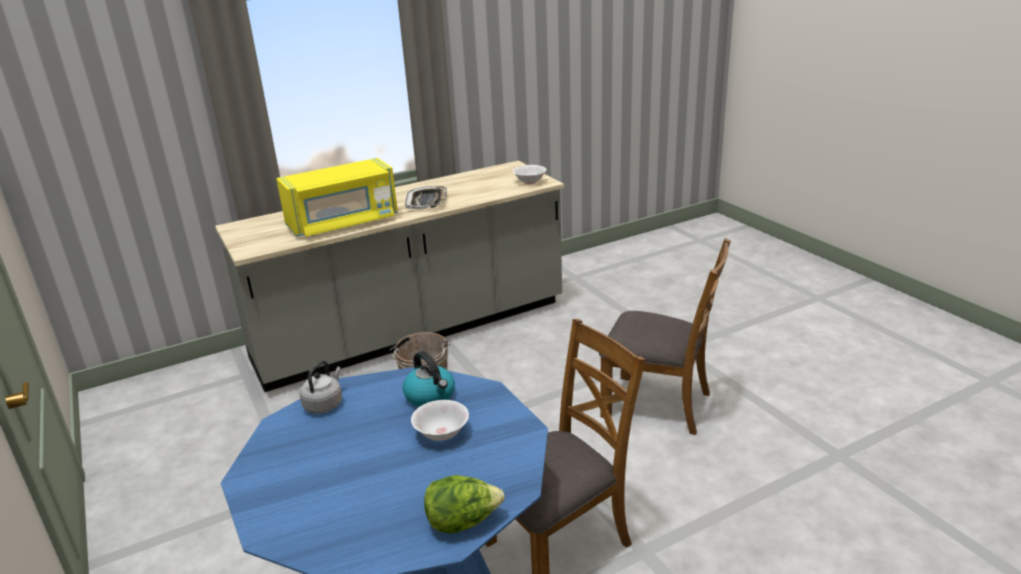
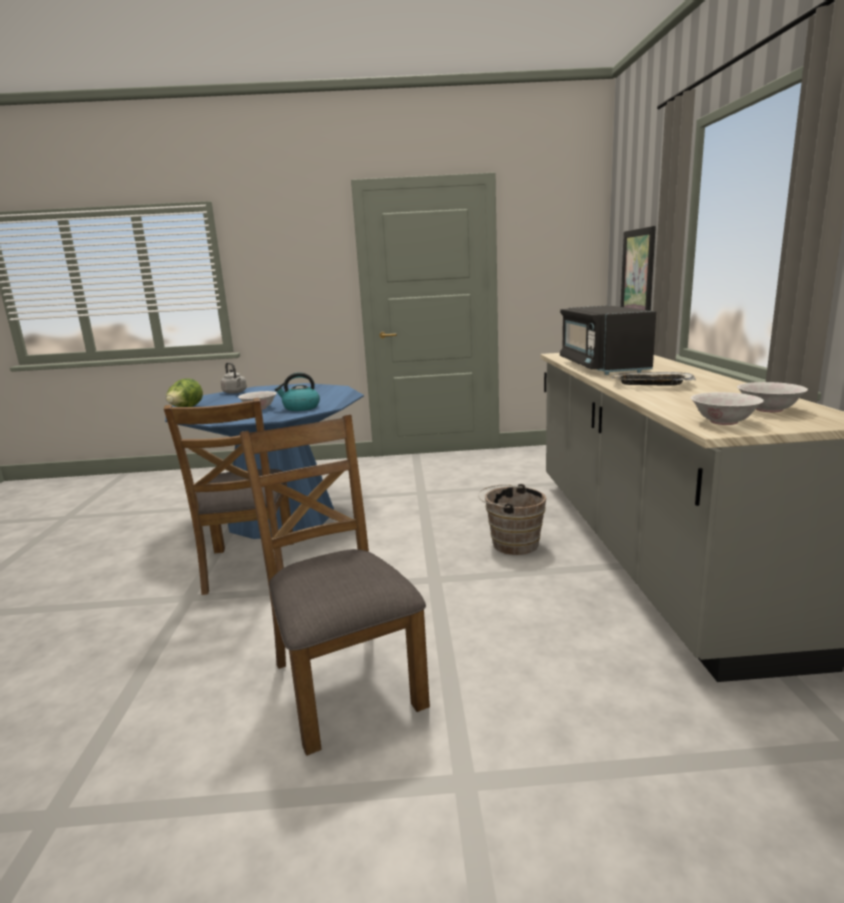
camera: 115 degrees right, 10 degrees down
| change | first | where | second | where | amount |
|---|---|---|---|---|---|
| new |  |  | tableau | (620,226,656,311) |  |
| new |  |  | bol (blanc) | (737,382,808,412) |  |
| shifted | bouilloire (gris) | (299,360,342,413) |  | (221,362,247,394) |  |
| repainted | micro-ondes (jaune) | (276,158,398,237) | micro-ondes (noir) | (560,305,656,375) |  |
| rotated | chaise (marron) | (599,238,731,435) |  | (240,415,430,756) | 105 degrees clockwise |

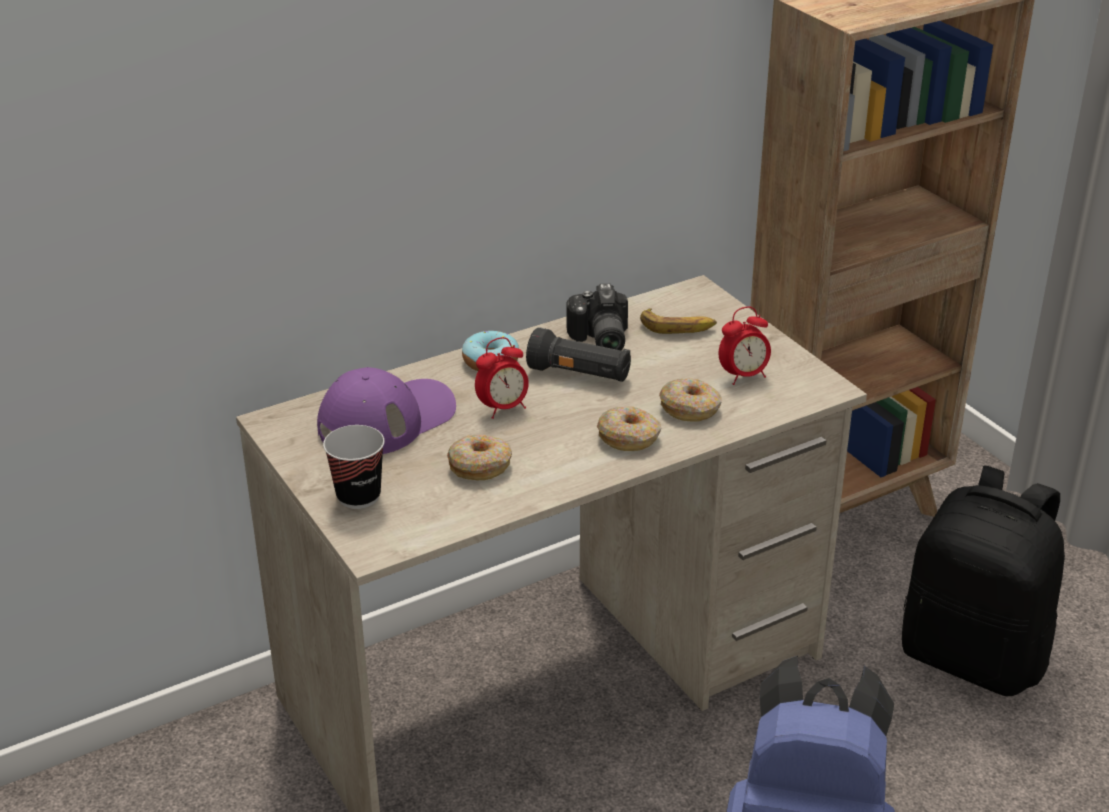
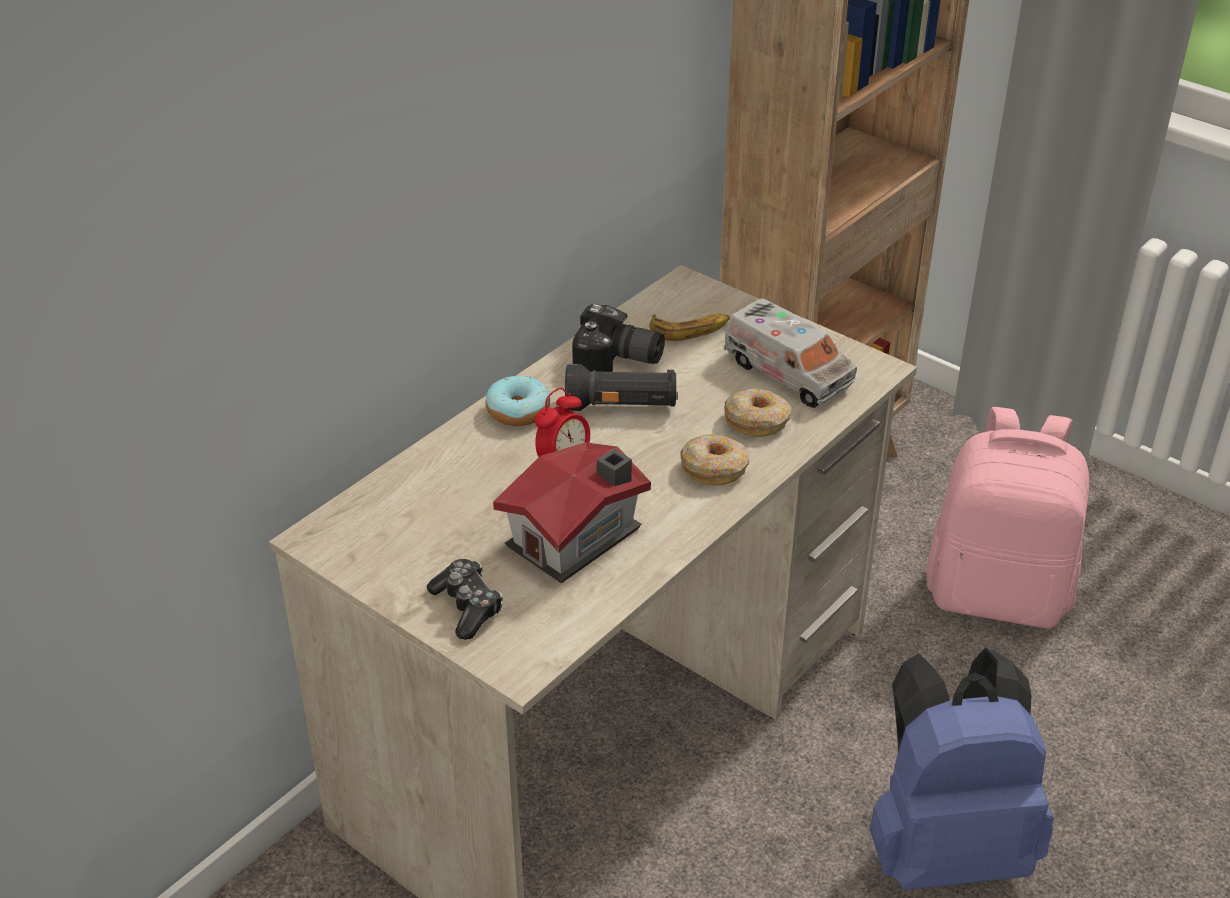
camera: 20 degrees left, 5 degrees up
| change | first | where | second | where | amount |
|---|---|---|---|---|---|
| gone | casquette (violet) | (317,367,456,454) |  |  |  |
| swapped | tasse | (323,425,385,509) | manette | (427,559,503,640) |  |
| swapped | beignet | (447,435,512,480) | maison miniature | (493,442,651,583) |  |
| swapped | réveil | (719,307,771,385) | camion jouet | (723,298,857,408) |  |
| repainted | sac à dos (noir) | (902,465,1065,696) | sac à dos (rose) | (926,407,1089,628) |  |
| rotated | appareil photo | (566,284,628,350) |  | (572,304,665,372) | 45 degrees counterclockwise |

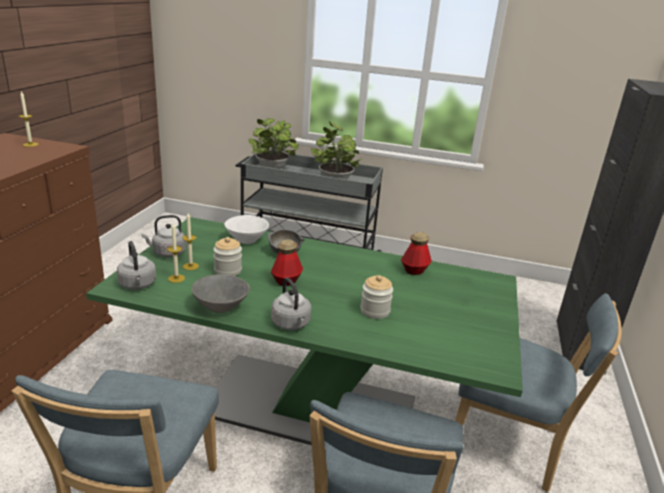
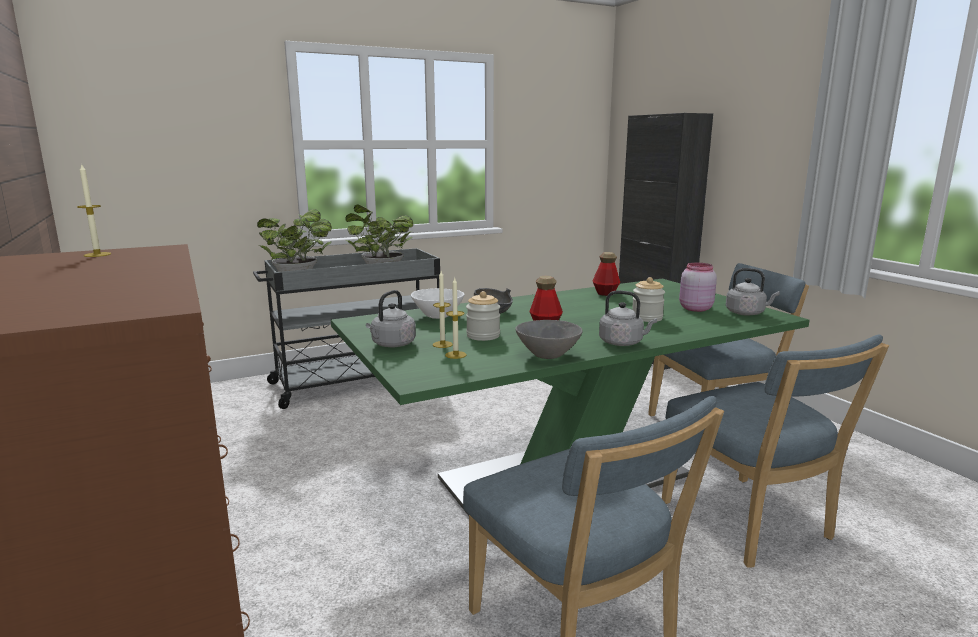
camera: 40 degrees left, 10 degrees down
| change | first | where | second | where | amount |
|---|---|---|---|---|---|
| new |  |  | bocal (rose) | (679,263,717,312) |  |
| shifted | bouilloire (gris) | (117,241,156,290) |  | (726,268,780,316) |  |

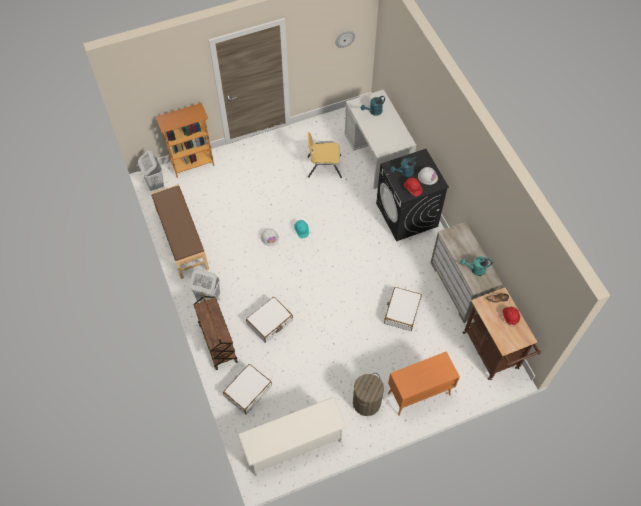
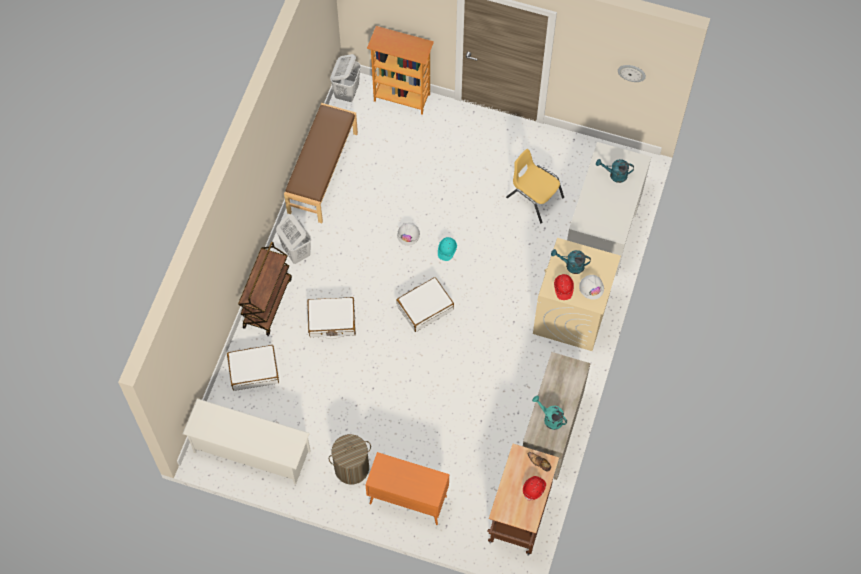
camera: 40 degrees right, 5 degrees up
| change | first | where | second | where | amount |
|---|---|---|---|---|---|
| shifted | valise (blanc) | (384,287,422,331) |  | (396,277,454,332) |  |
| repainted | lave-linge (noir) | (376,149,449,241) | lave-linge (beige) | (533,238,621,351) |  |

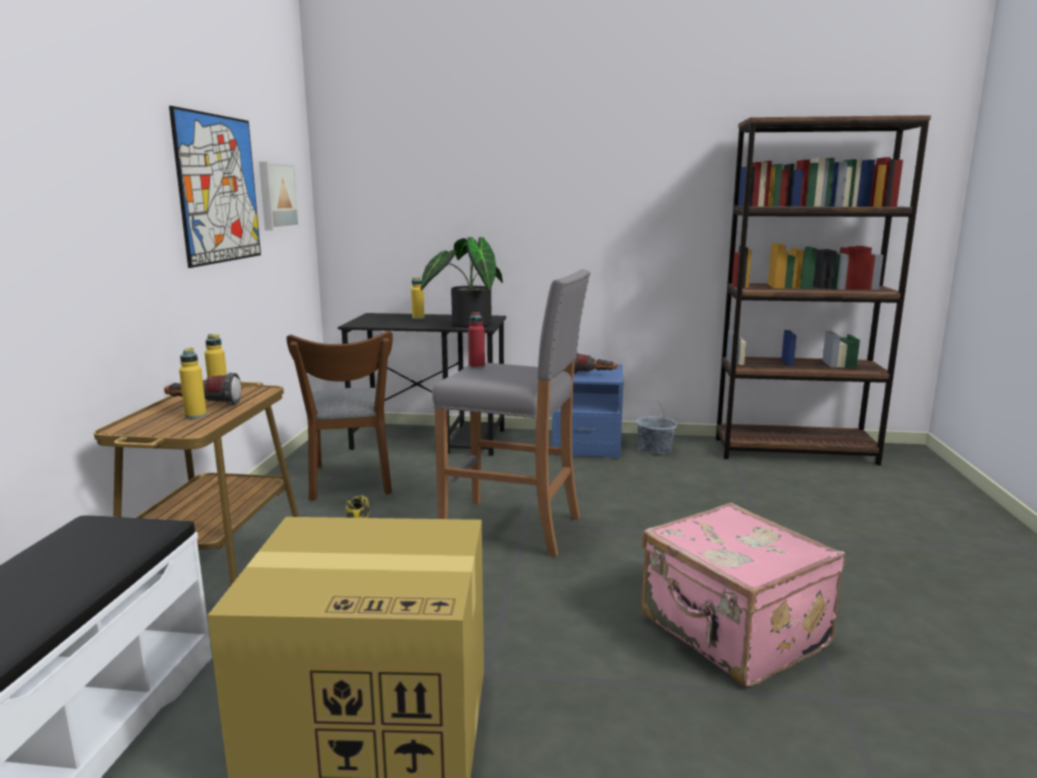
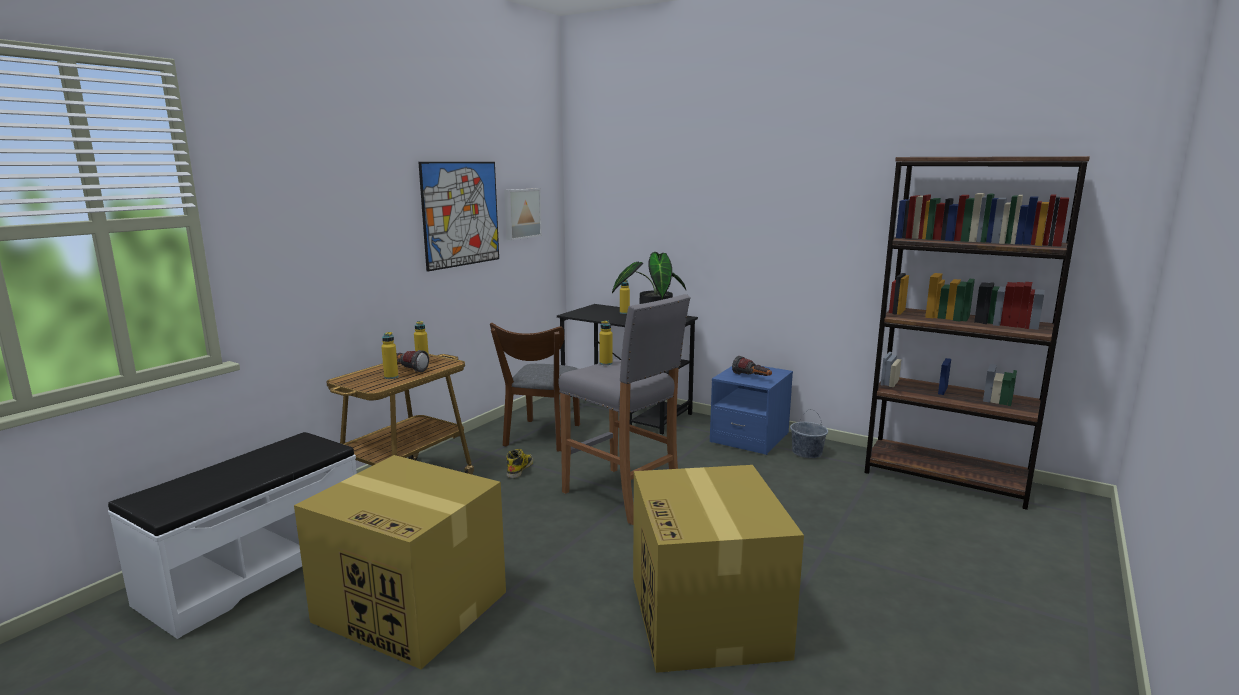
camera: 25 degrees right, 0 degrees up
| change | first | where | second | where | amount |
|---|---|---|---|---|---|
| swapped | valise (rose) | (642,503,845,687) | carton | (633,465,804,673) |  |
| repainted | bouteille (rouge) | (468,312,485,369) | bouteille (jaune) | (599,320,613,365) |  |

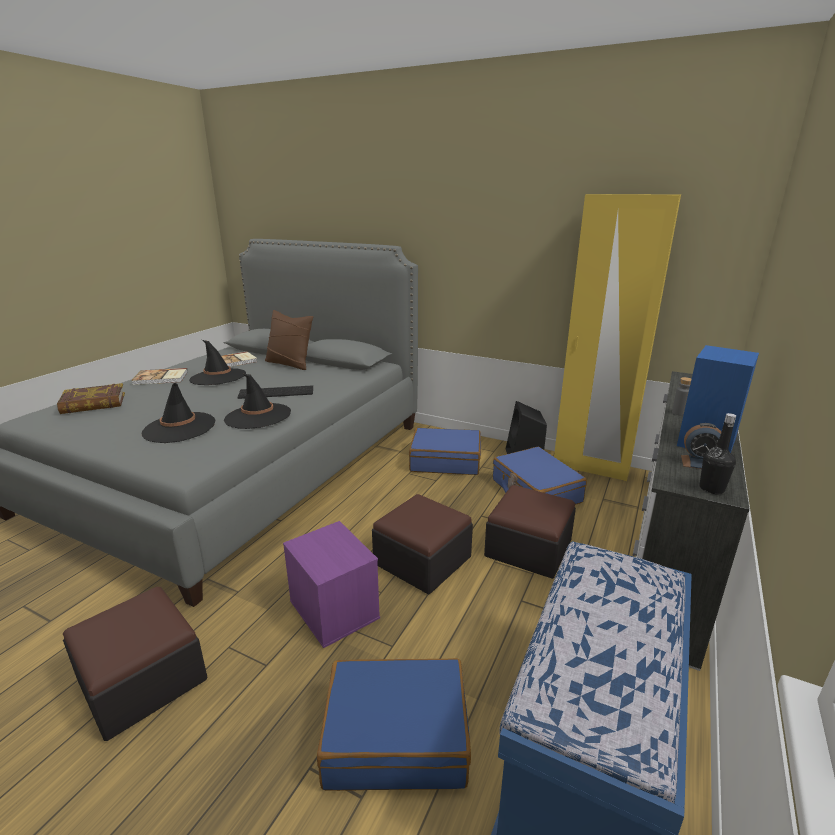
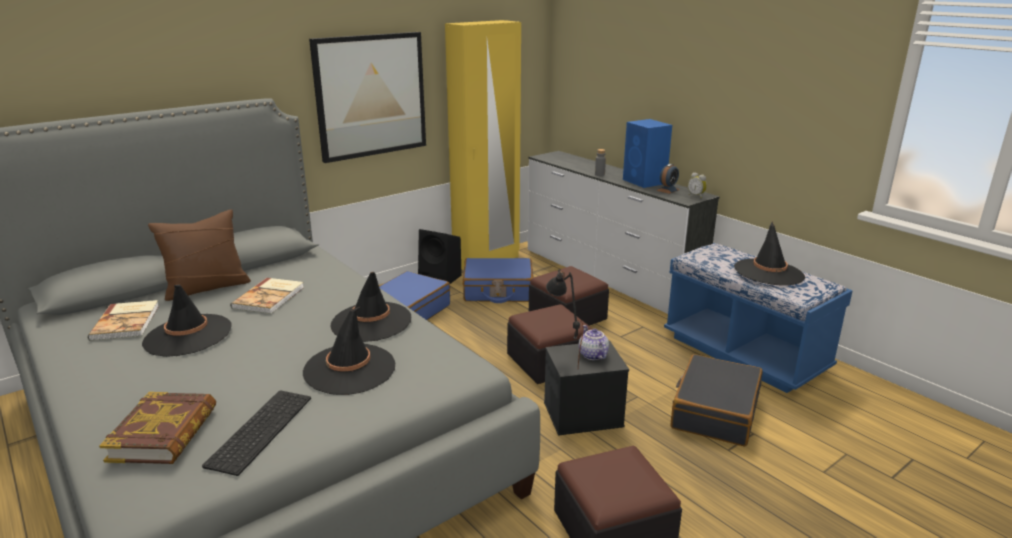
camera: 65 degrees left, 0 degrees up
| change | first | where | second | where | amount |
|---|---|---|---|---|---|
| new |  |  | tableau | (309,32,426,163) |  |
| new |  |  | lampe de table (noir) | (546,269,584,367) |  |
| new |  |  | théière | (579,325,609,360) |  |
| new |  |  | chapeau (noir) | (734,221,805,286) |  |
| shifted | livre | (131,368,188,385) |  | (231,278,304,314) |  |
| shifted | clavier | (237,385,313,399) |  | (202,390,311,476) |  |
| swapped | bouteille (noir) | (699,413,736,494) | réveil | (688,172,707,198) |  |
| repainted | boîte de rangement (violet) | (283,521,380,648) | boîte de rangement (noir) | (544,341,629,436) |  |
| repainted | valise (bleu) | (317,658,471,791) | valise (noir) | (671,354,763,446) |  |

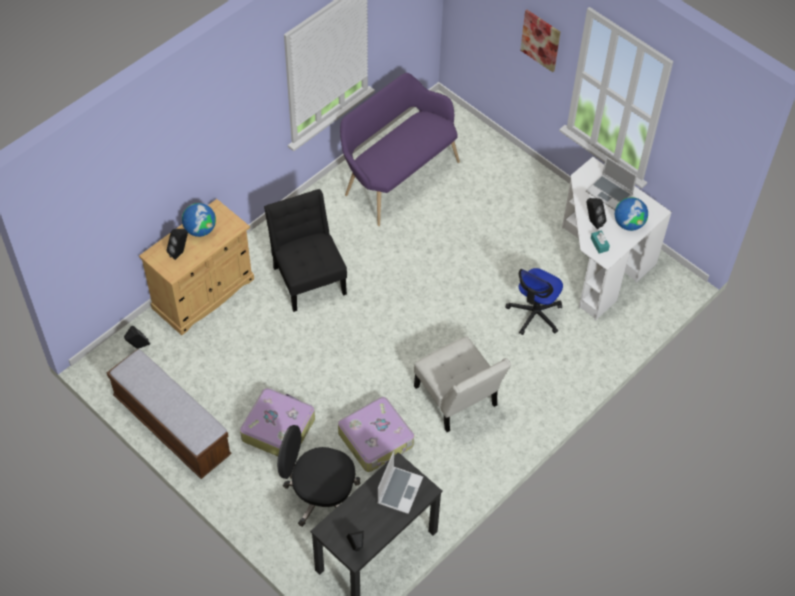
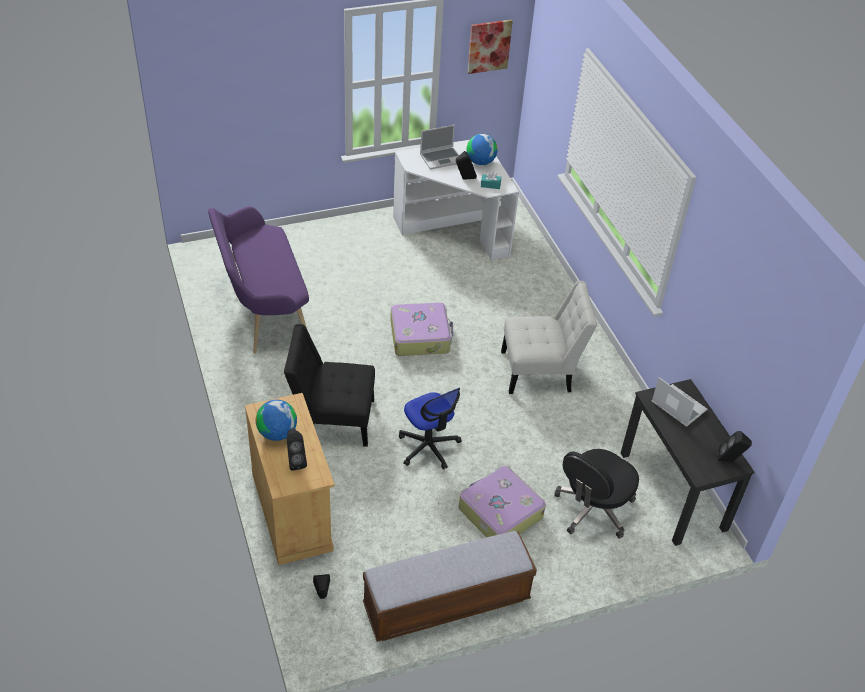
camera: 65 degrees left, 10 degrees down
| change | first | where | second | where | amount |
|---|---|---|---|---|---|
| shifted | valise | (338,397,414,472) |  | (390,303,453,356) |  |
| shifted | chaise de bureau | (505,268,563,335) |  | (399,388,462,470) |  |
| shifted | tableau | (520,10,560,72) |  | (468,19,513,74) |  |

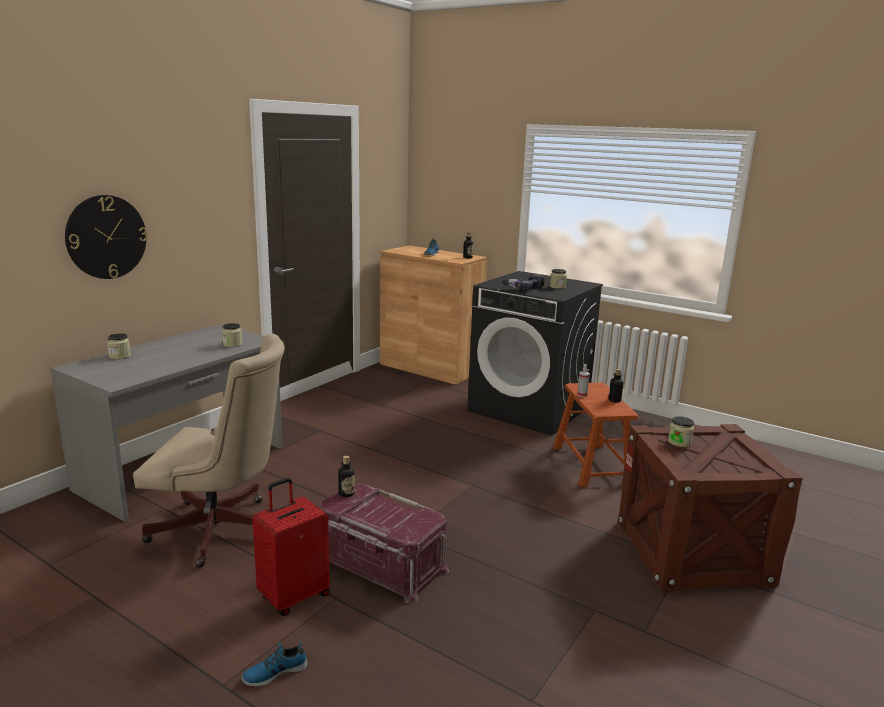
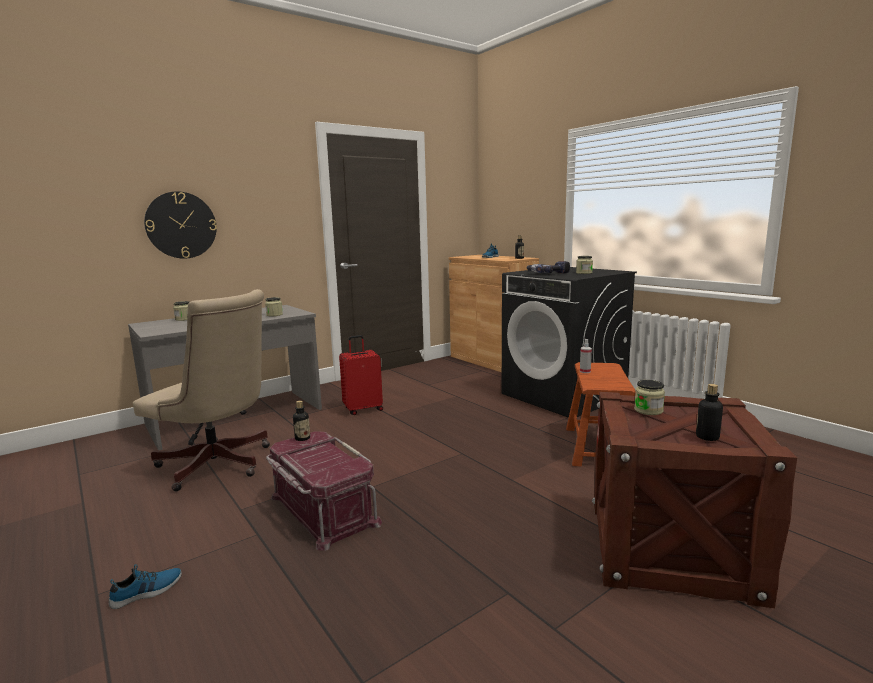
camera: 20 degrees right, 5 degrees down
| change | first | where | second | where | amount |
|---|---|---|---|---|---|
| shifted | valise (rouge) | (252,478,330,616) |  | (339,335,383,415) |  |
| shifted | bouteille | (608,369,623,403) |  | (696,384,723,441) |  |
| rotated | chaussure | (242,642,307,686) |  | (109,564,182,609) | 150 degrees clockwise |

